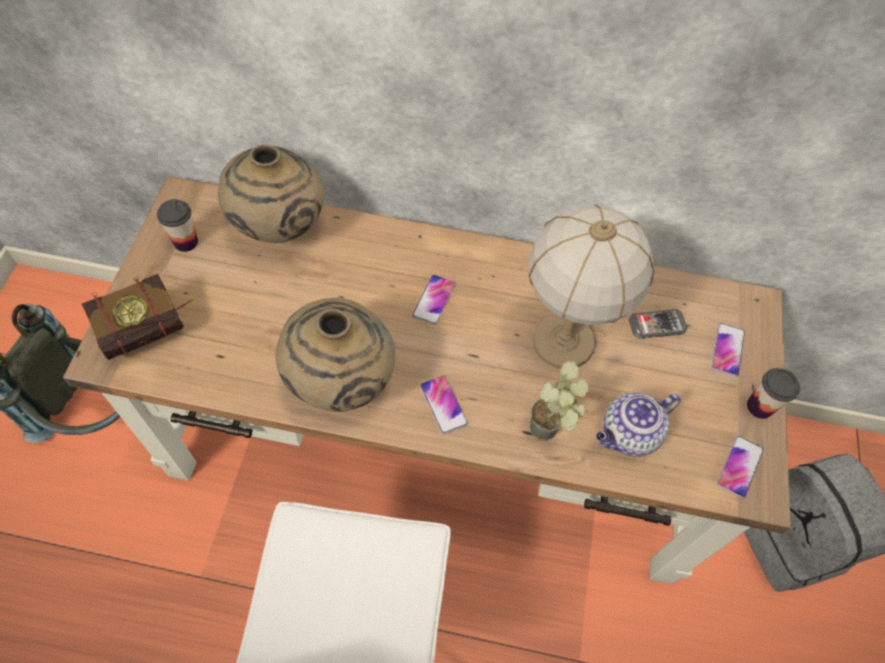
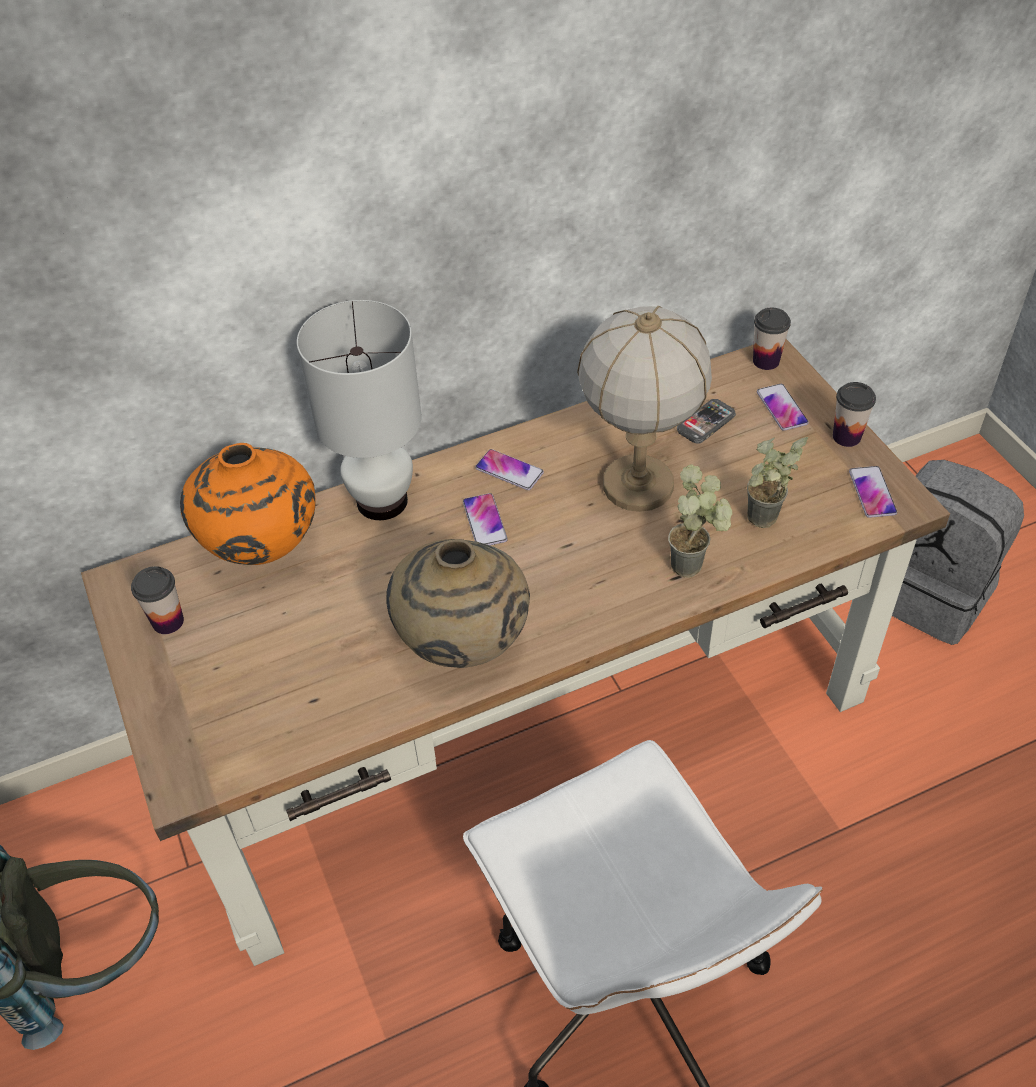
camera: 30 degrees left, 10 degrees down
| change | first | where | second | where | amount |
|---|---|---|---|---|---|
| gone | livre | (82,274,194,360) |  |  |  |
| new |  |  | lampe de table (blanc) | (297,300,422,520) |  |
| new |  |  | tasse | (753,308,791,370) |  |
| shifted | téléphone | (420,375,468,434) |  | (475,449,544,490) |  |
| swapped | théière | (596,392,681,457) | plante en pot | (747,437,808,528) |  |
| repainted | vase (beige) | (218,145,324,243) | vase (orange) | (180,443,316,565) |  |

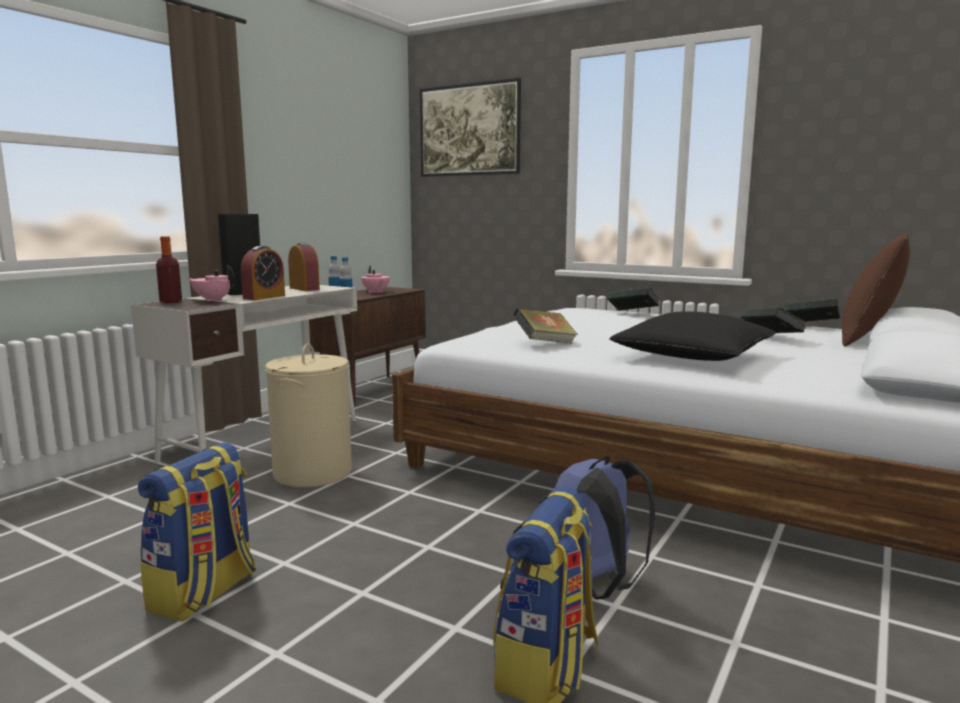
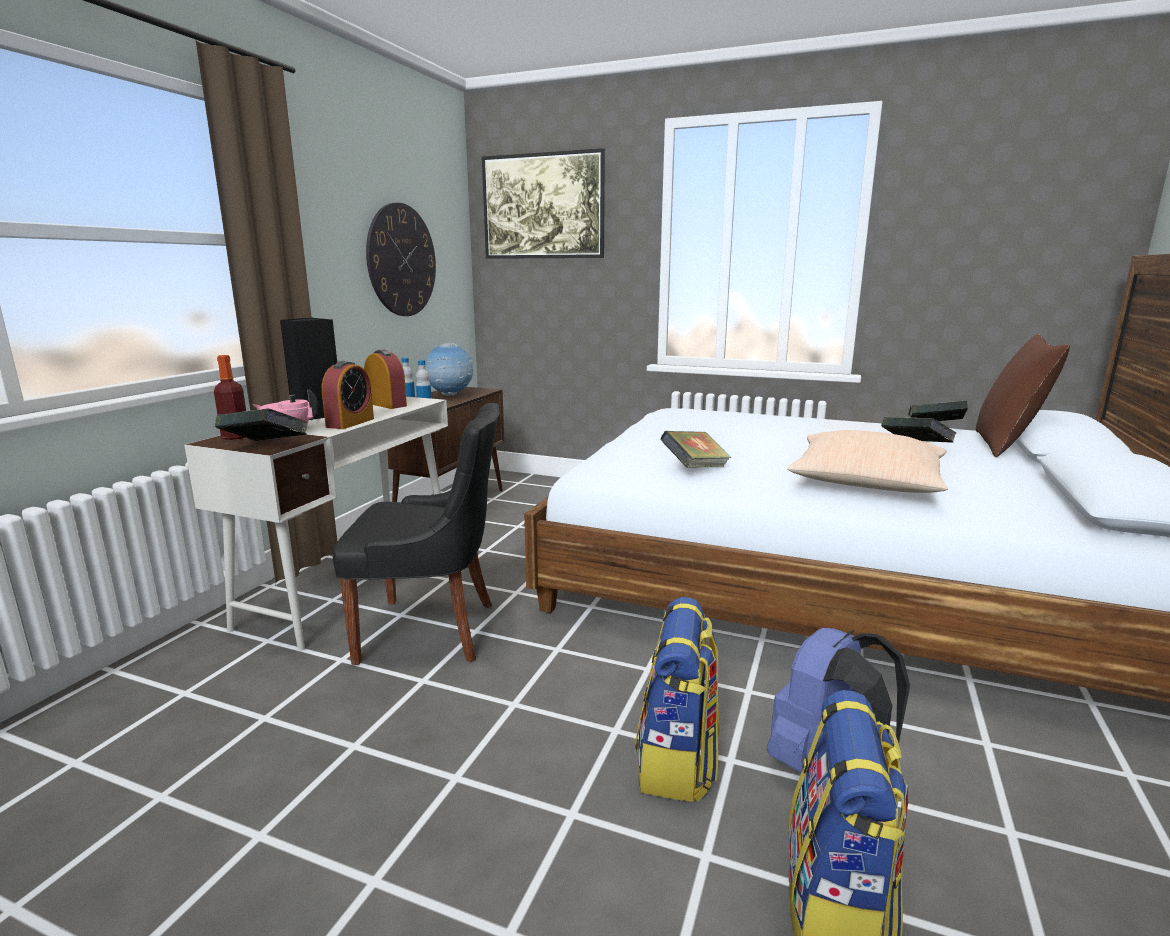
camera: 10 degrees left, 5 degrees up
| change | first | where | second | where | amount |
|---|---|---|---|---|---|
| new |  |  | horloge murale | (366,203,436,316) |  |
| shifted | sac à dos | (138,442,256,622) |  | (635,597,720,802) |  |
| shifted | livre | (607,288,659,311) |  | (215,408,309,441) |  |
| swapped | panier à linge (beige) | (265,343,352,487) | chaise (noir) | (333,403,500,665) |  |
| swapped | théière (rose) | (361,266,390,293) | globe | (425,343,474,396) |  |
| repainted | coussin (noir) | (609,311,776,361) | coussin (beige) | (787,430,948,493) |  |

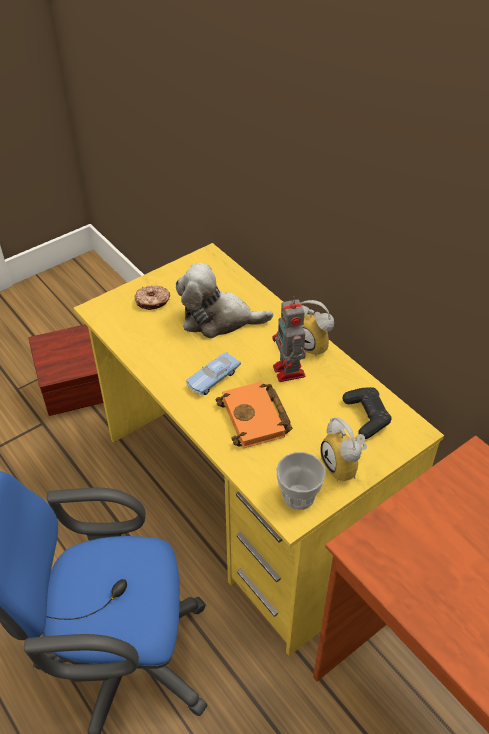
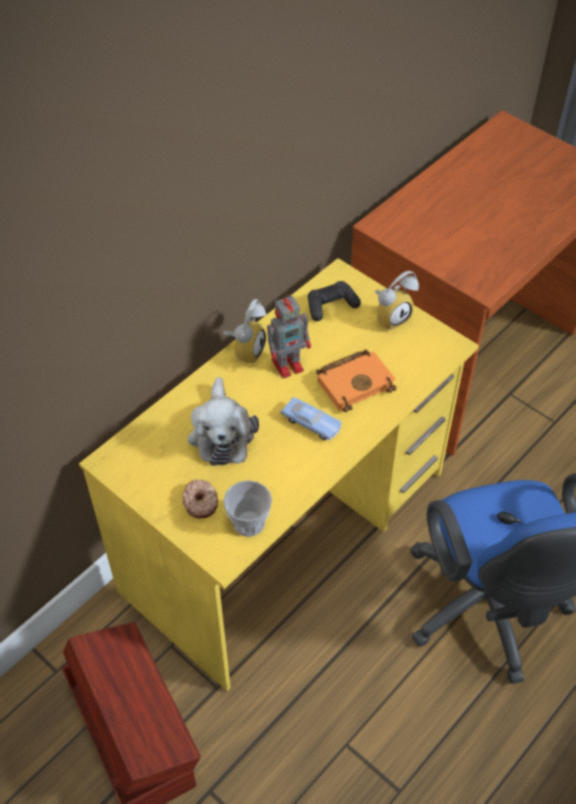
camera: 100 degrees left, 5 degrees up
| change | first | where | second | where | amount |
|---|---|---|---|---|---|
| shifted | tasse | (276,452,326,510) |  | (223,480,272,537) |  |

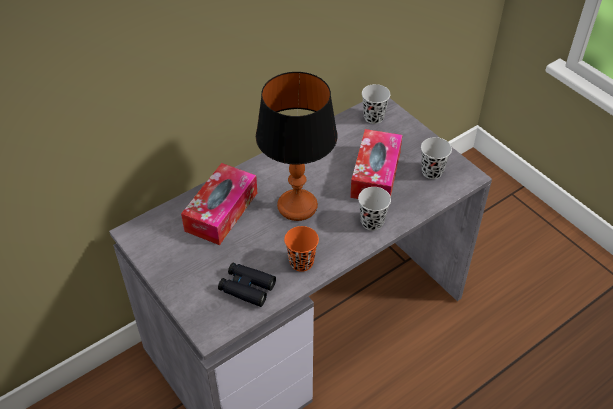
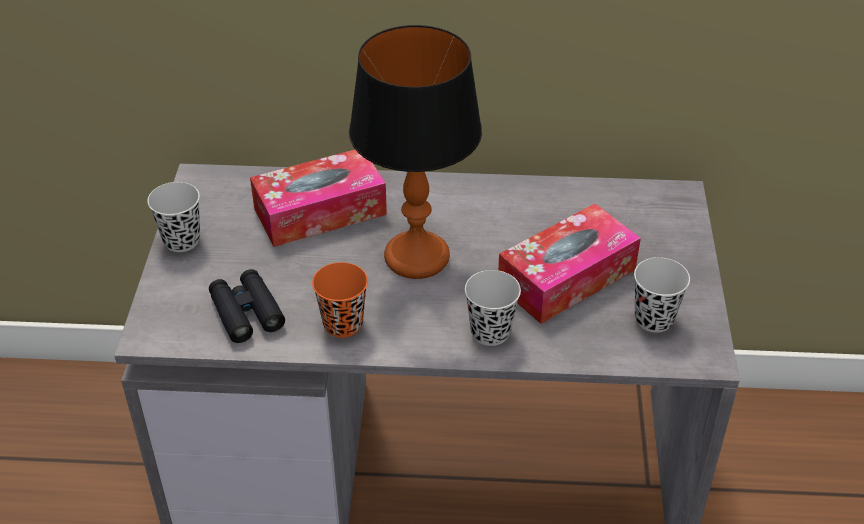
camera: 40 degrees right, 5 degrees down
| change | first | where | second | where | amount |
|---|---|---|---|---|---|
| shifted | tasse (noir) | (362,84,390,124) |  | (147,182,200,252) |  |

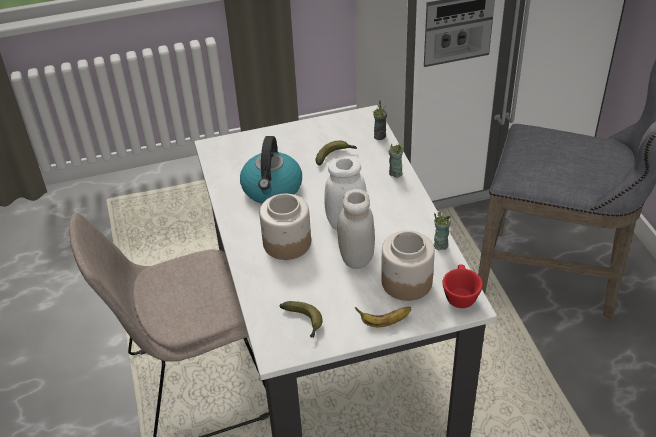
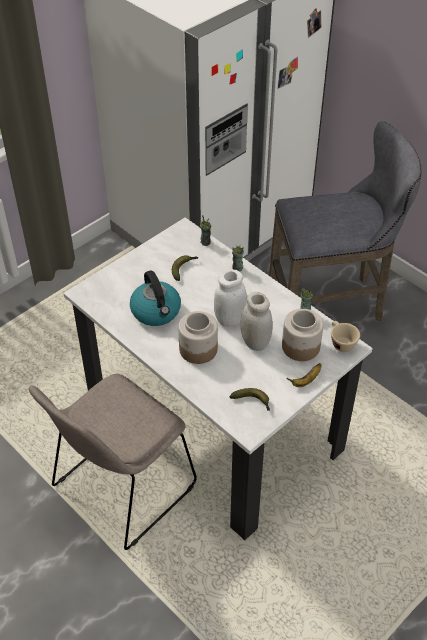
camera: 30 degrees left, 5 degrees up
| change | first | where | second | where | amount |
|---|---|---|---|---|---|
| repainted | tasse (rouge) | (442,264,483,308) | tasse (beige) | (331,321,360,352) |  |

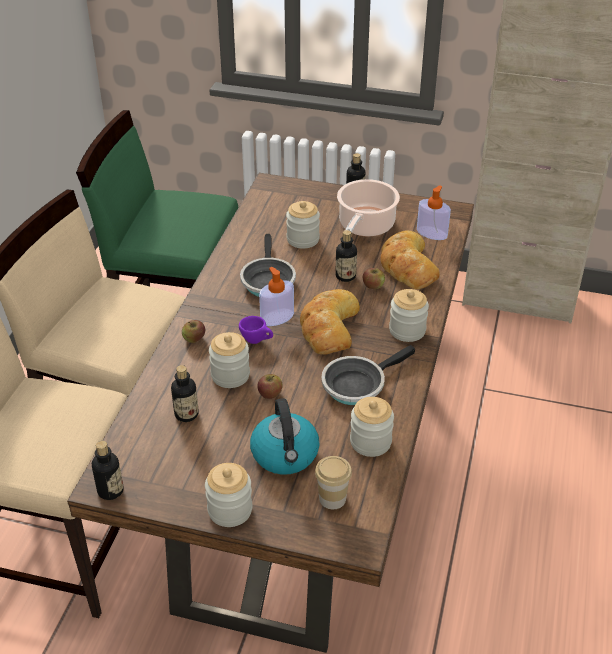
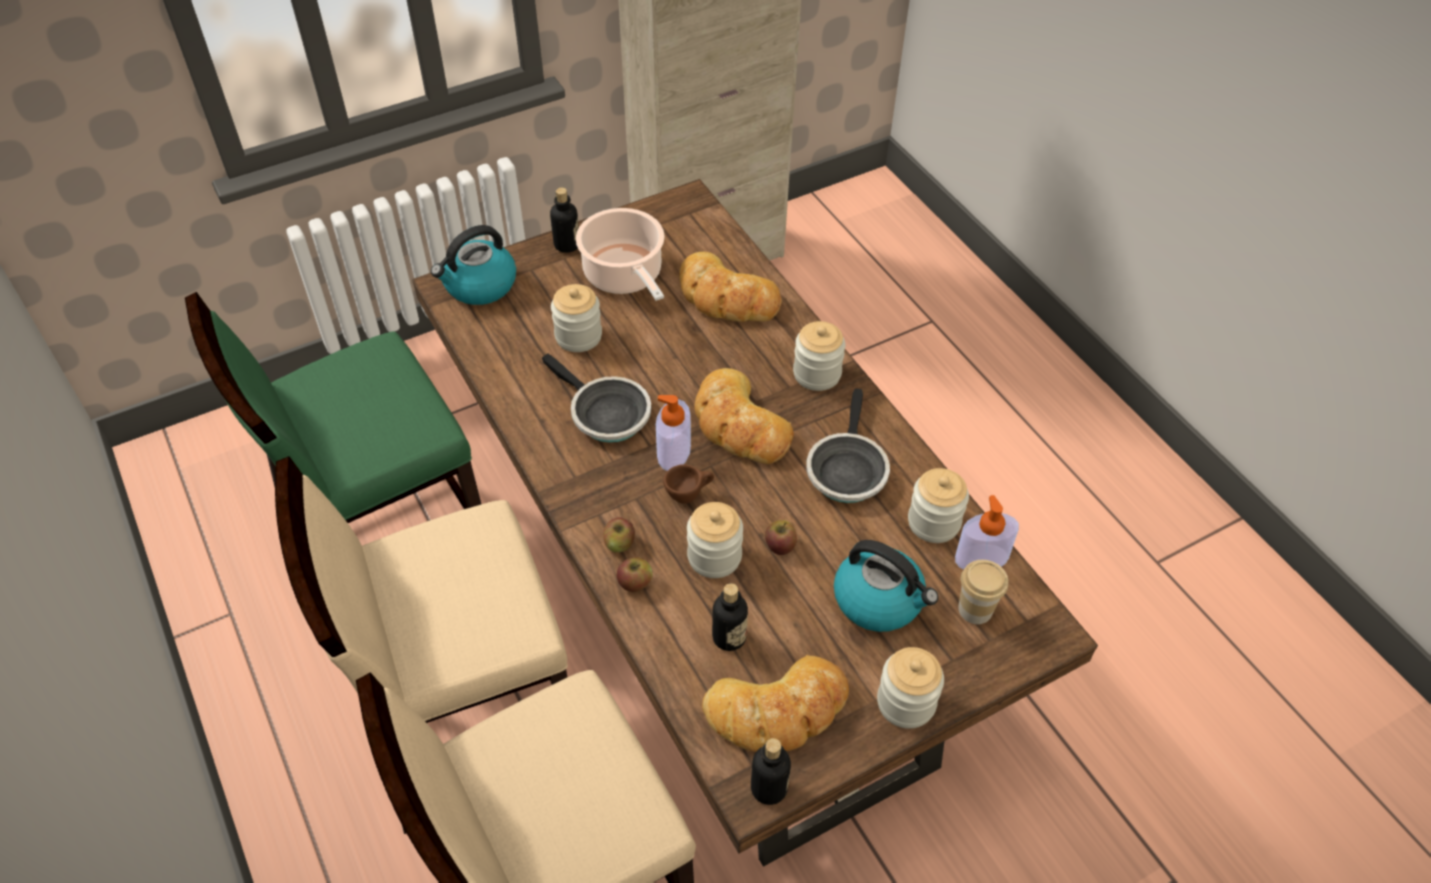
camera: 45 degrees left, 10 degrees up
| change | first | where | second | where | amount |
|---|---|---|---|---|---|
| gone | bouteille | (335,230,357,282) |  |  |  |
| new |  |  | bouilloire | (431,225,516,305) |  |
| new |  |  | pain | (702,655,849,752) |  |
| shifted | pomme | (363,268,385,289) |  | (617,557,653,592) |  |
| shifted | distributeur de savon | (417,185,451,240) |  | (955,495,1019,570) |  |
| repainted | tasse (violet) | (239,316,273,344) | tasse (marron) | (663,464,714,504) |  |

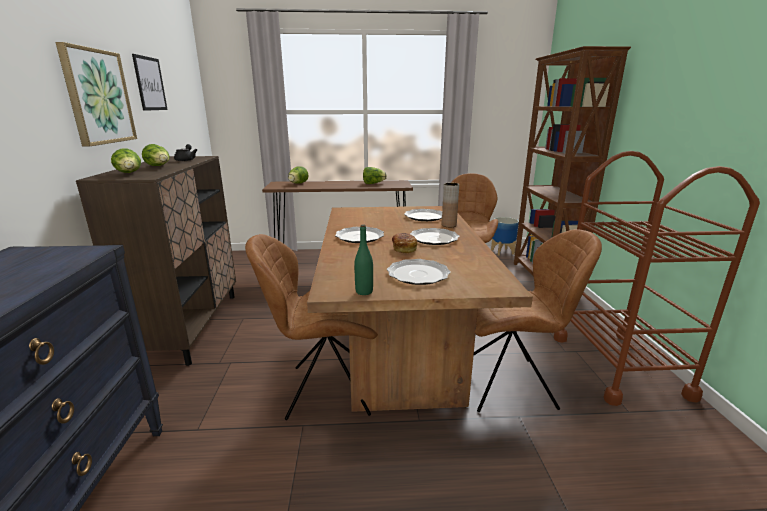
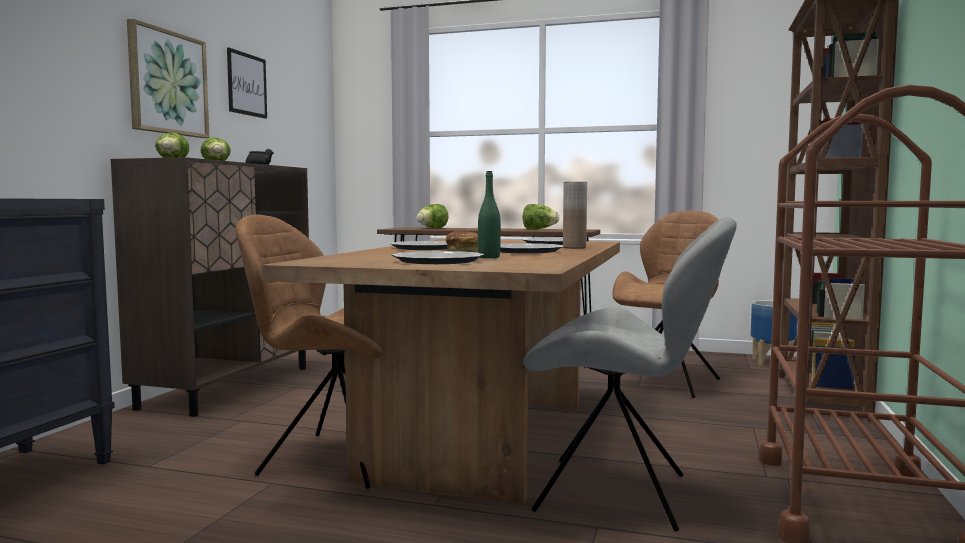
camera: 20 degrees right, 15 degrees down
| change | first | where | second | where | amount |
|---|---|---|---|---|---|
| shifted | bouteille (vert) | (354,224,373,295) |  | (478,171,501,258) |  |
| repainted | chaise (marron) | (474,229,602,412) | chaise (gris) | (523,217,737,532) |  |

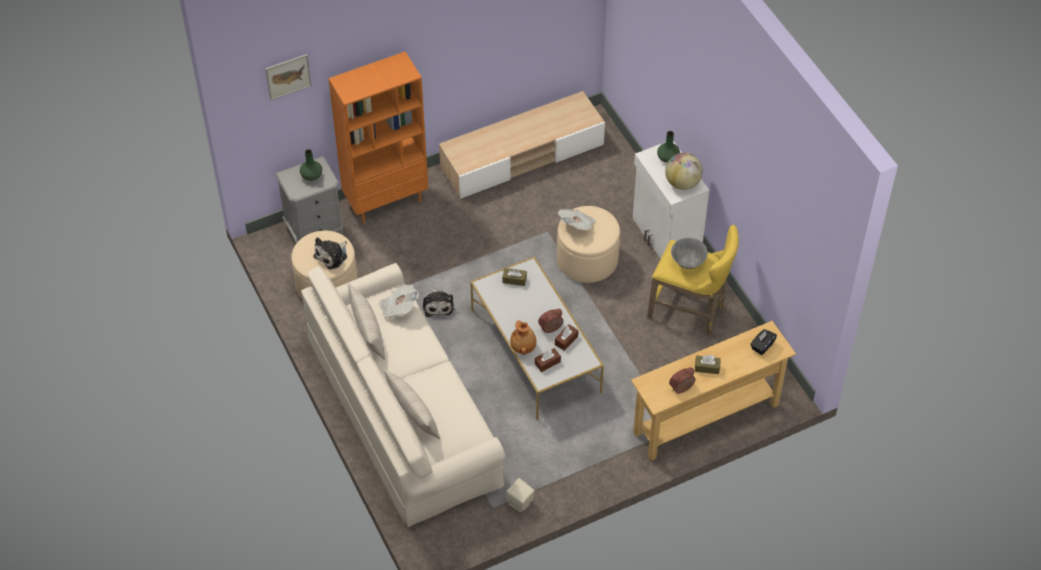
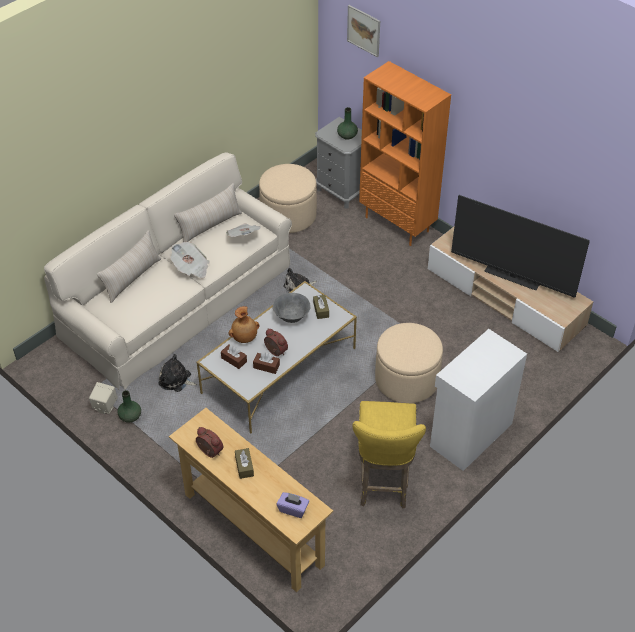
camera: 70 degrees right, 5 degrees down
| change | first | where | second | where | amount |
|---|---|---|---|---|---|
| gone | globe | (665,152,703,190) |  |  |  |
| new |  |  | téléviseur | (451,195,590,298) |  |
| shifted | peluche | (313,237,347,269) |  | (158,354,197,392) |  |
| shifted | journal | (558,209,596,230) |  | (171,242,210,279) |  |
| shifted | vase (vert) | (657,131,680,163) |  | (117,390,141,423) |  |
| shifted | bol (gris) | (671,238,708,269) |  | (273,293,311,323) |  |
| repainted | boîte à mouchoirs (noir) | (750,329,777,355) | boîte à mouchoirs (violet) | (277,492,309,518) |  |

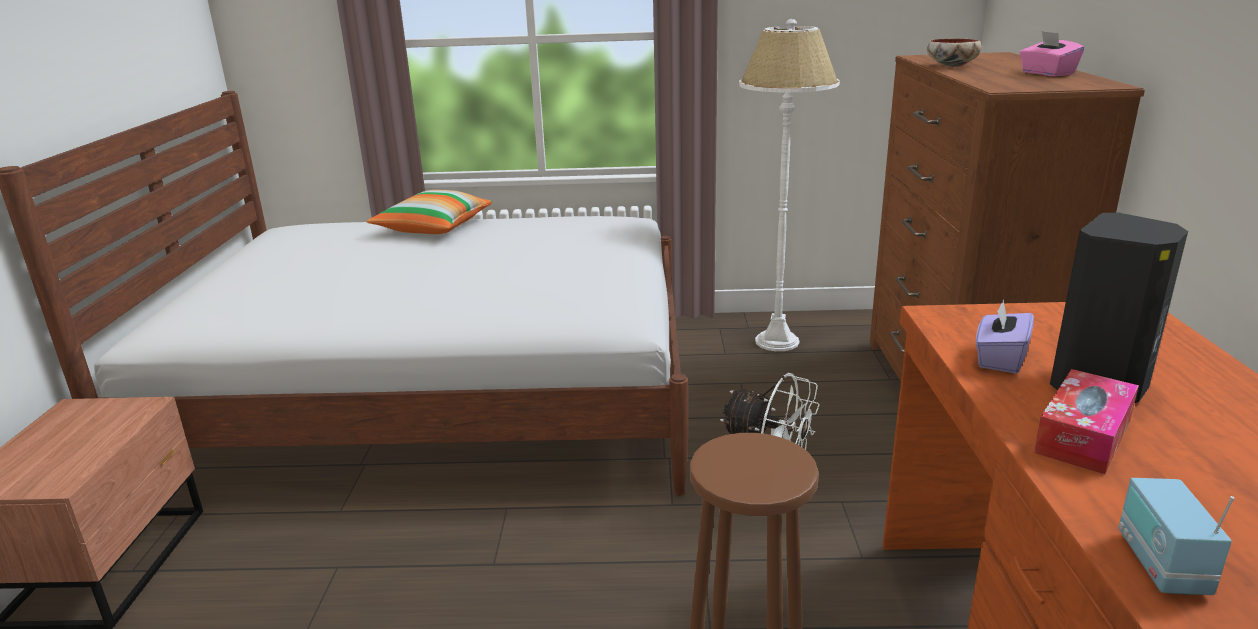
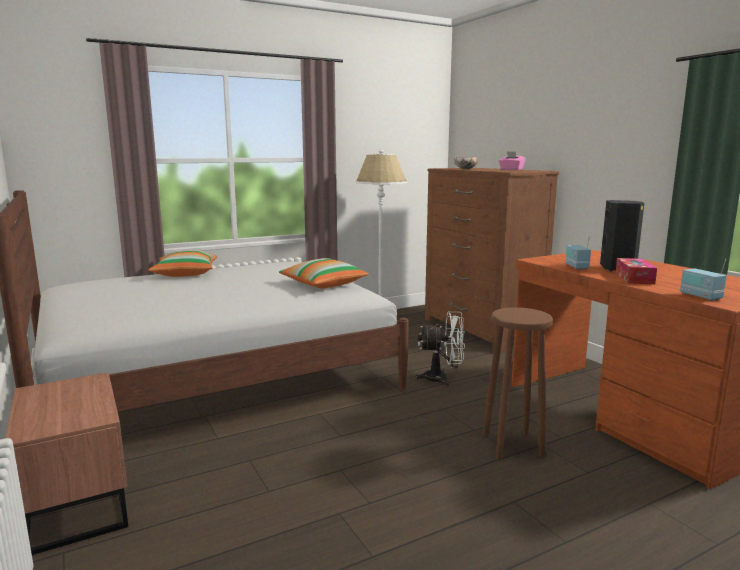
camera: 30 degrees left, 10 degrees down
| change | first | where | second | where | amount |
|---|---|---|---|---|---|
| new |  |  | coussin | (279,258,368,289) |  |
| swapped | boîte à mouchoirs (violet) | (976,300,1034,374) | radio | (565,236,591,269) |  |

